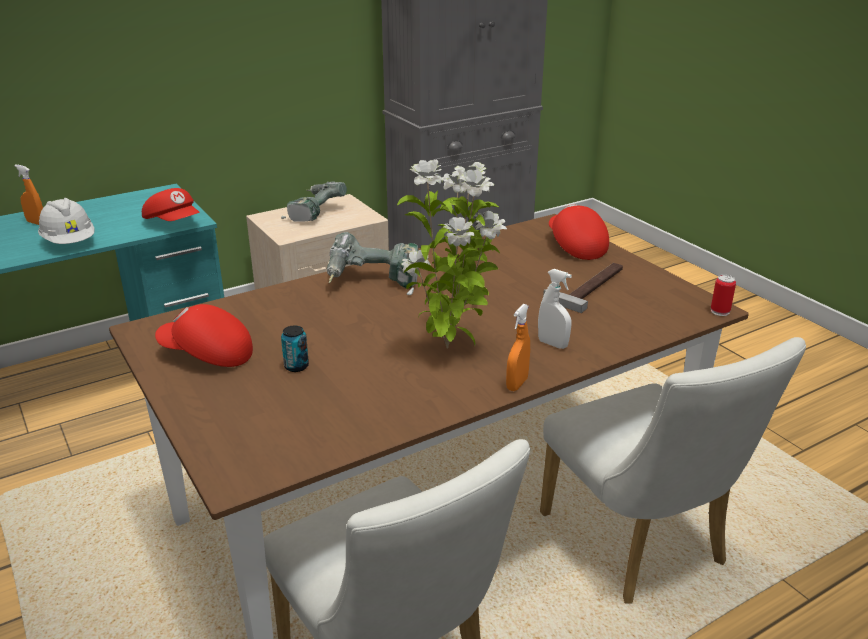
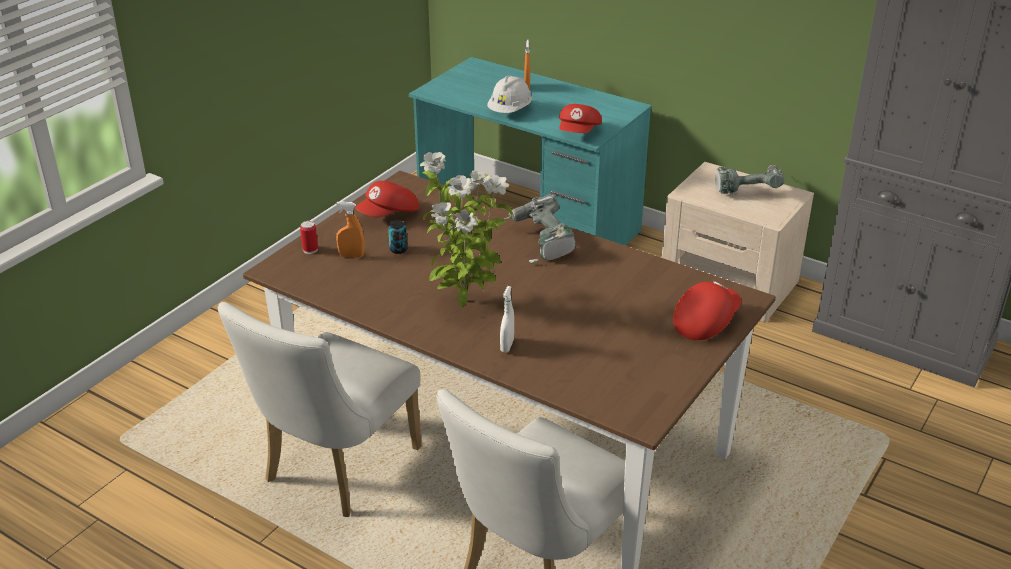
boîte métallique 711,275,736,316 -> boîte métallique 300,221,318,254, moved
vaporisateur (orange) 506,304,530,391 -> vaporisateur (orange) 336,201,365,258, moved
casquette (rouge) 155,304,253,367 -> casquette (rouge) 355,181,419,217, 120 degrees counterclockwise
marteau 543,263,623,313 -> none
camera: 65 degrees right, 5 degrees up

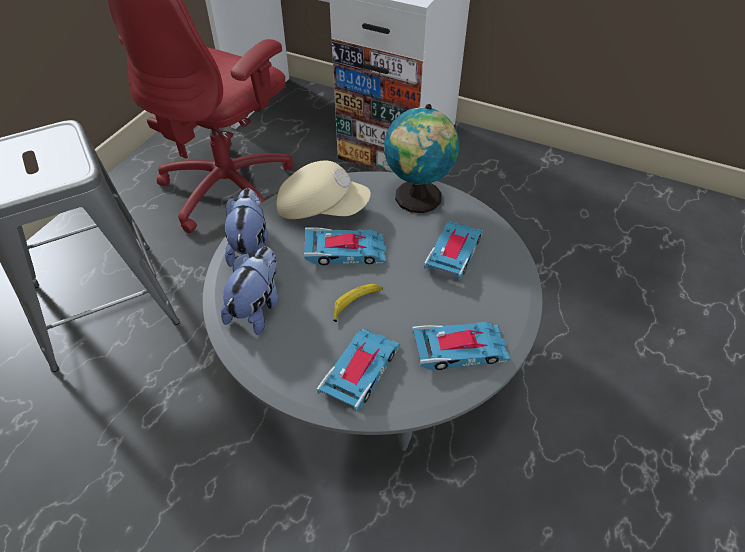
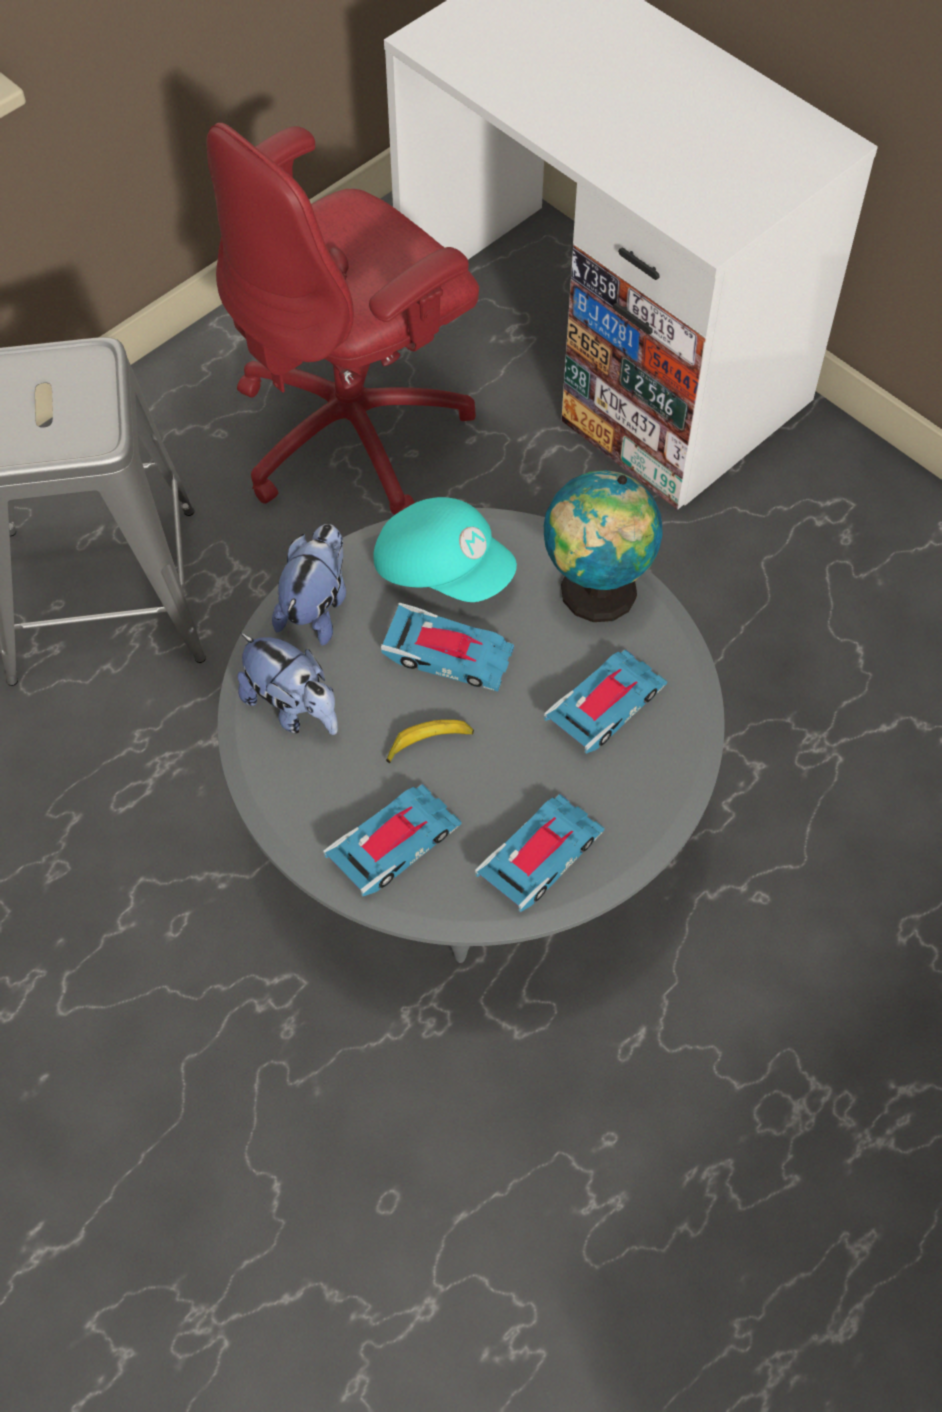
peluche 221,247,279,335 -> peluche 238,633,338,735, 90 degrees clockwise
casquette (beige) 277,161,371,219 -> casquette (turquoise) 374,497,517,602
petite voiture 412,322,510,370 -> petite voiture 475,794,605,912, 60 degrees counterclockwise
camera: 20 degrees right, 10 degrees up

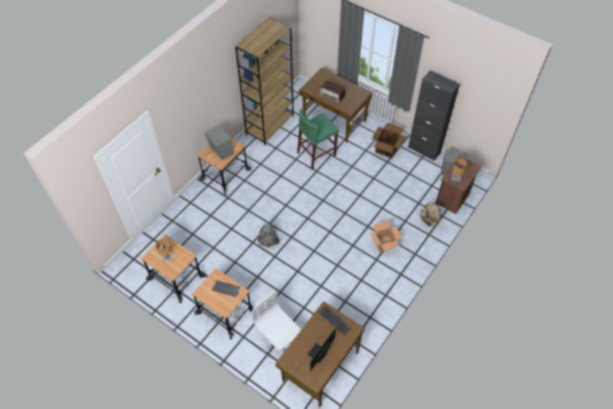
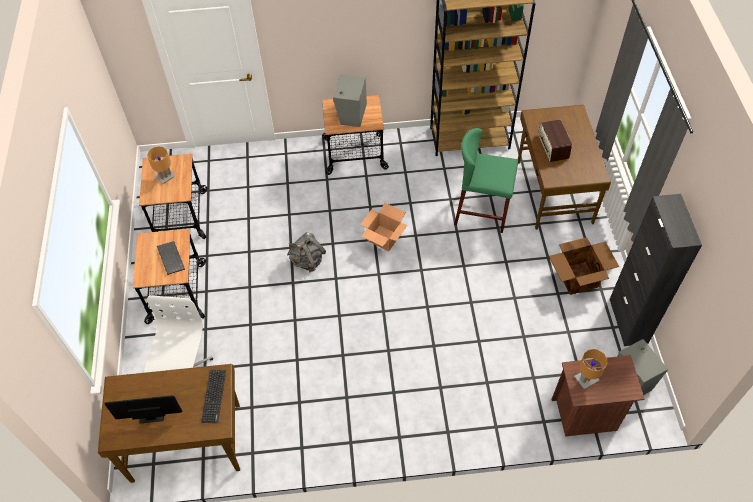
carton 370,221,402,252 -> carton 360,202,407,251, moved
sac à dos (beige) 420,202,441,226 -> none
camera: 50 degrees right, 0 degrees up

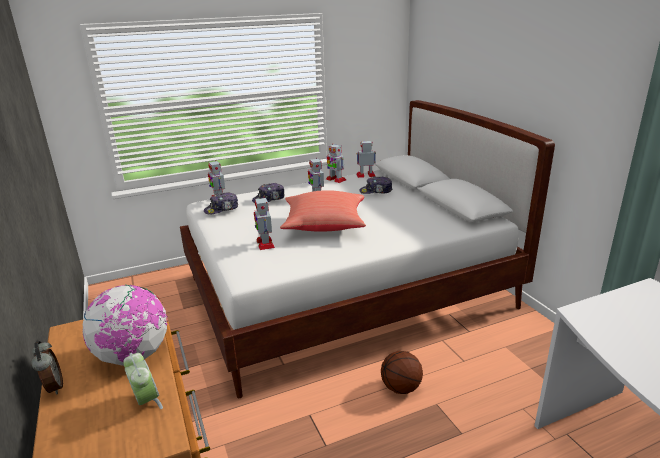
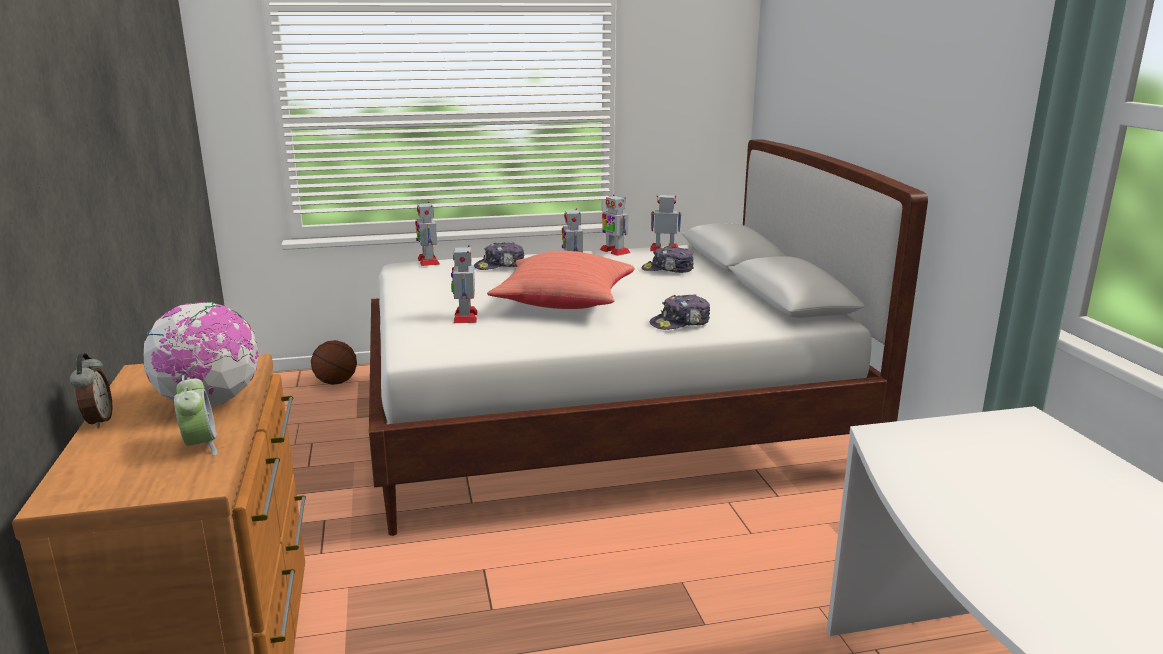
ballon de basket 381,351,423,394 -> ballon de basket 311,340,357,385, moved
casquette 204,192,238,215 -> casquette 650,295,710,330, moved
camera: 10 degrees right, 5 degrees down

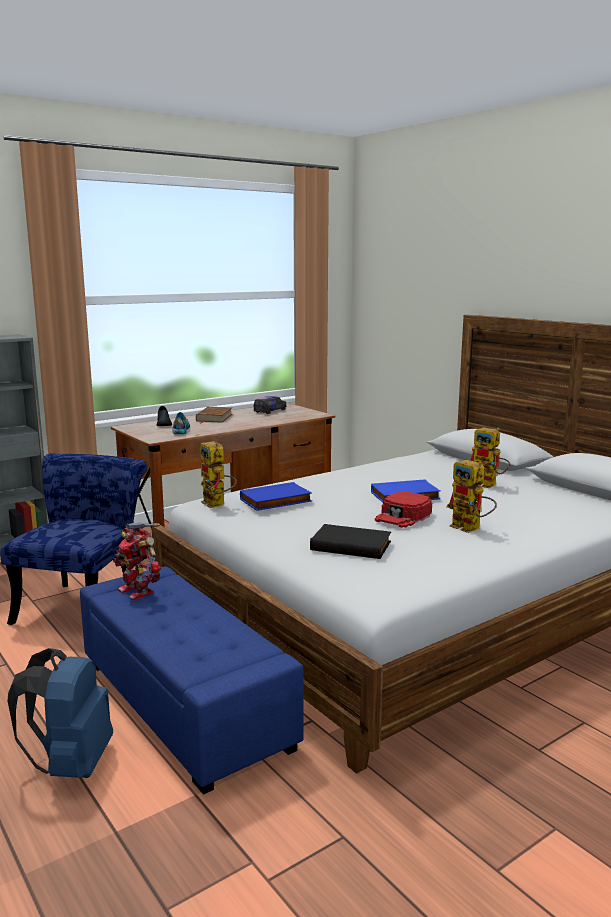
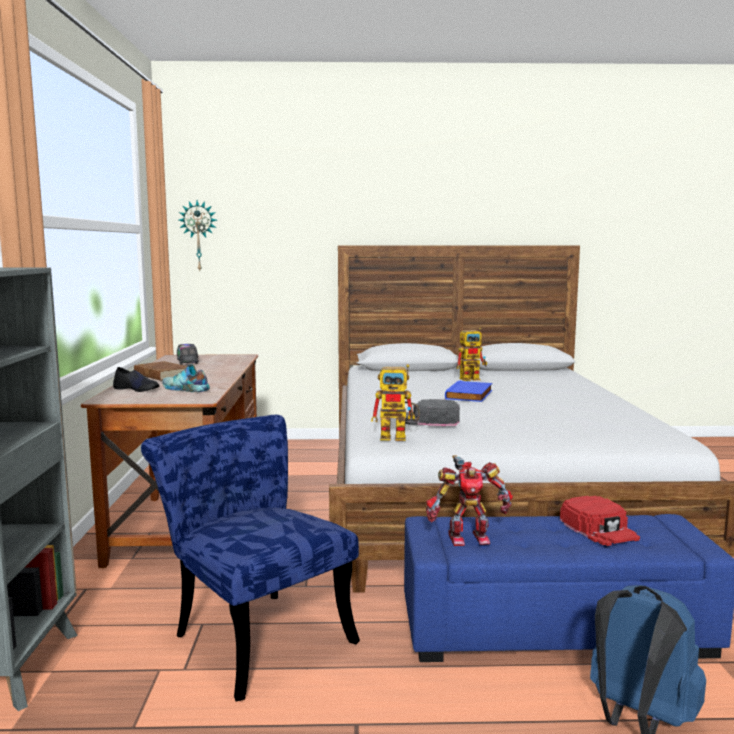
none -> horloge murale 179,200,217,271
livre (bleu) 240,482,312,511 -> casquette (noir) 405,399,460,426
casquette (rouge) 375,491,432,528 -> casquette (rouge) 560,496,640,546, moved
livre (noir) 310,524,391,559 -> none
robot jouet 447,459,497,533 -> none
camera: 55 degrees left, 5 degrees down

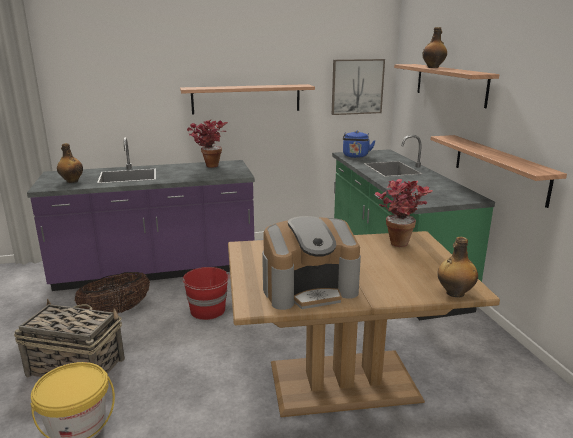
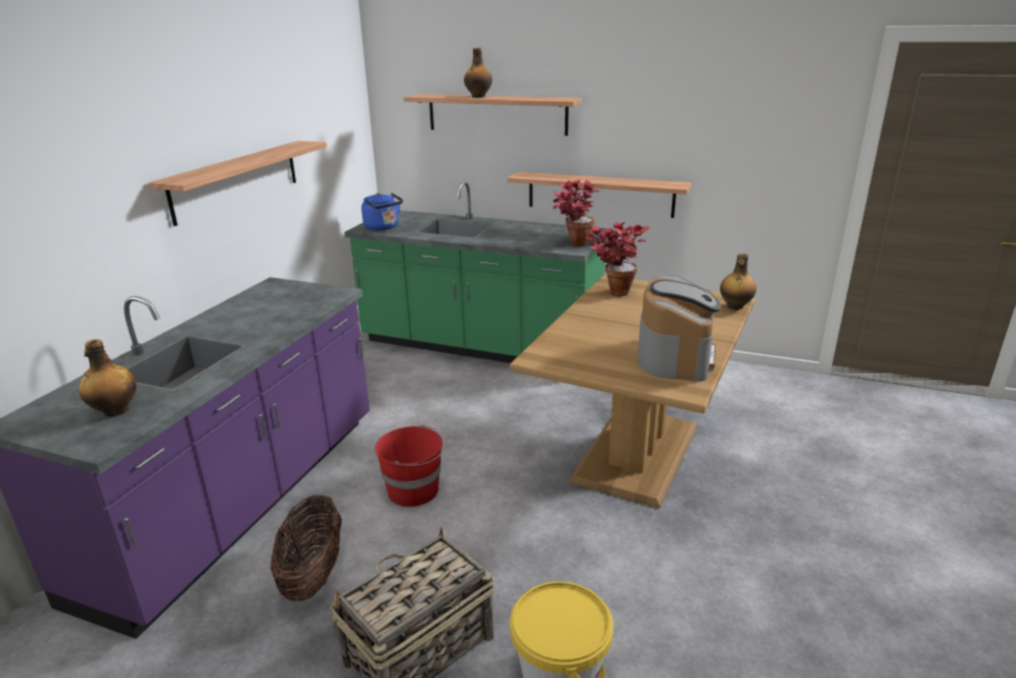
plante en pot 187,120,228,168 -> plante en pot 553,179,600,246, moved
tableau 332,59,385,115 -> none
camera: 55 degrees left, 5 degrees up

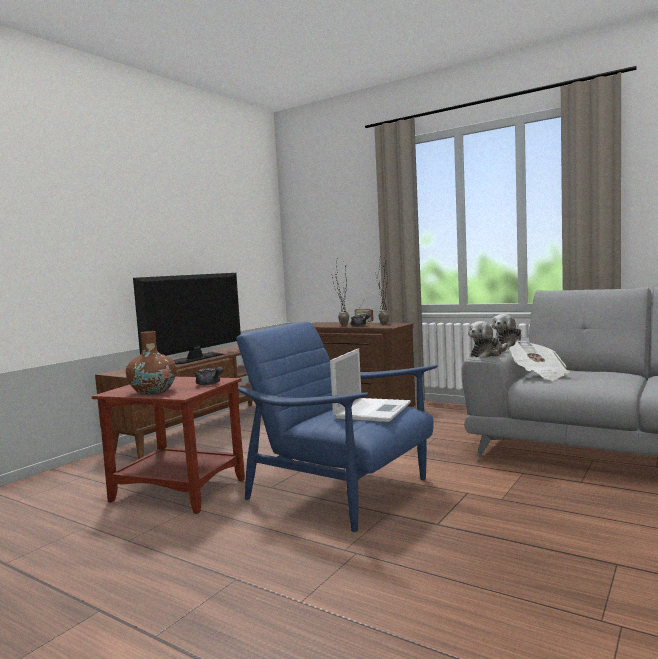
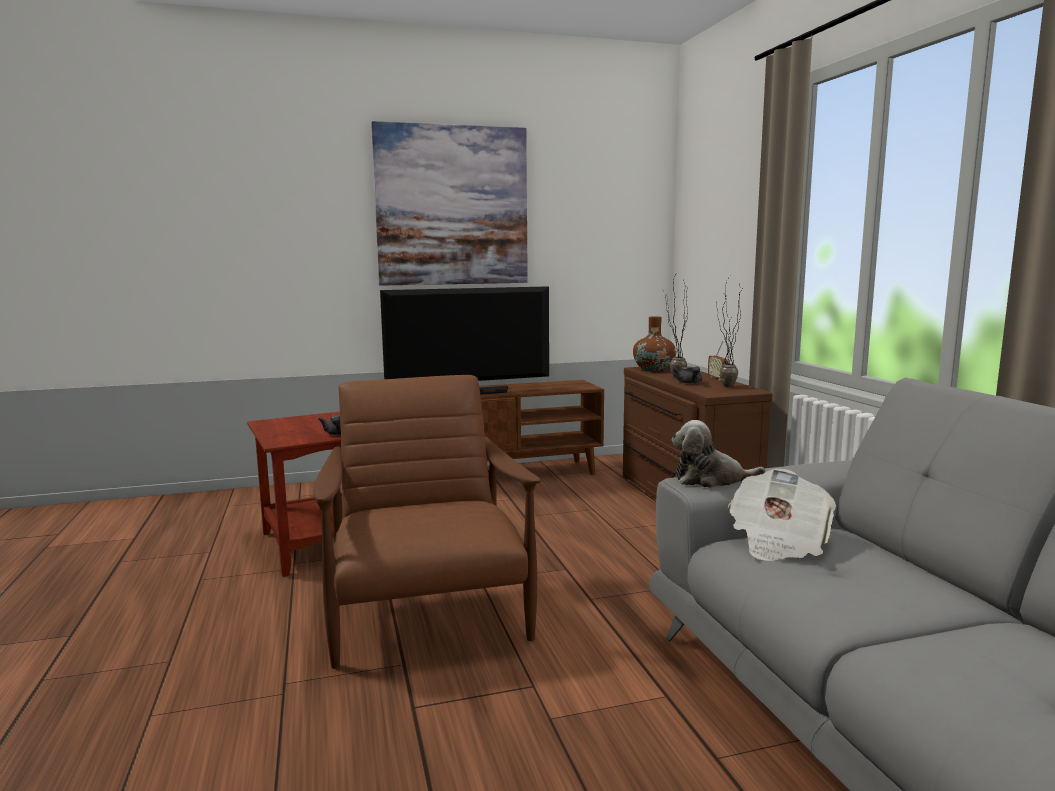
fauteuil (bleu) 236,322,438,532 -> fauteuil (marron) 314,375,541,669
none -> tableau 371,121,528,286
vase (marron) 126,331,177,395 -> vase (marron) 633,316,676,372, moved
ordinateur portable 330,348,411,422 -> none
peluche 492,314,521,347 -> none
camera: 40 degrees right, 5 degrees up

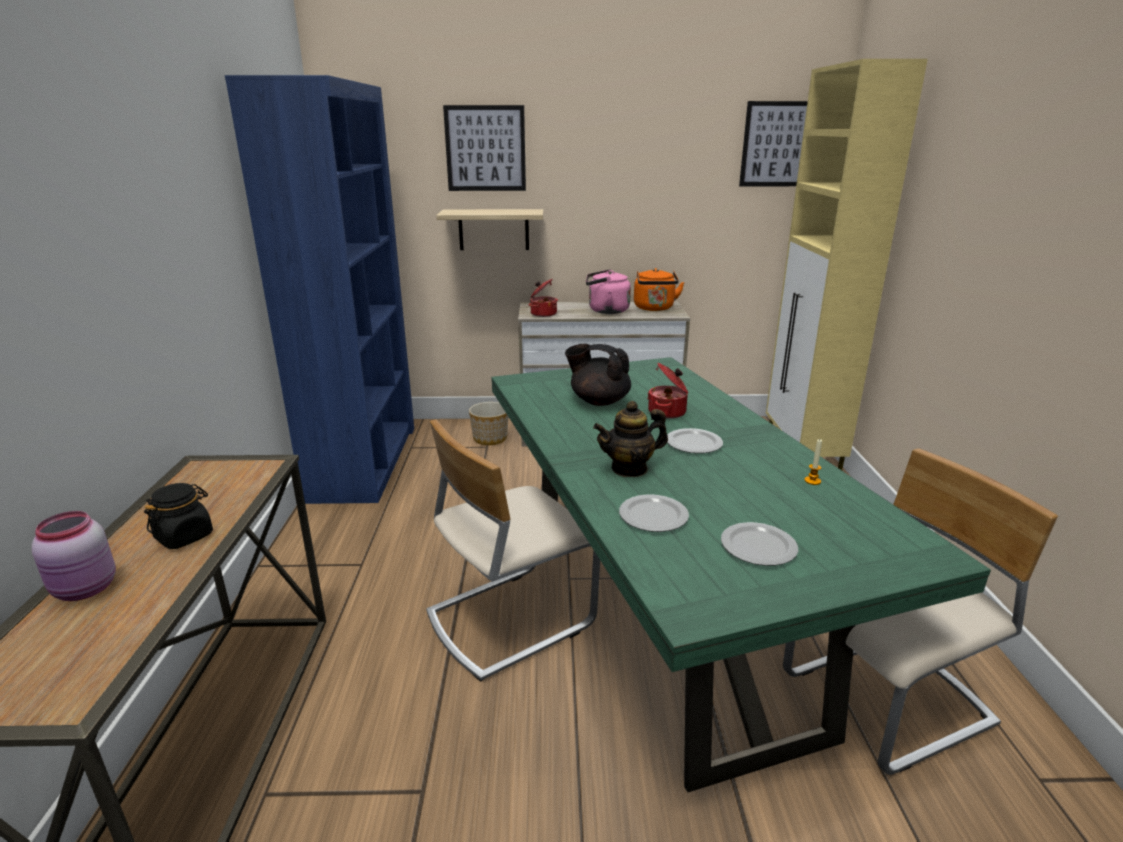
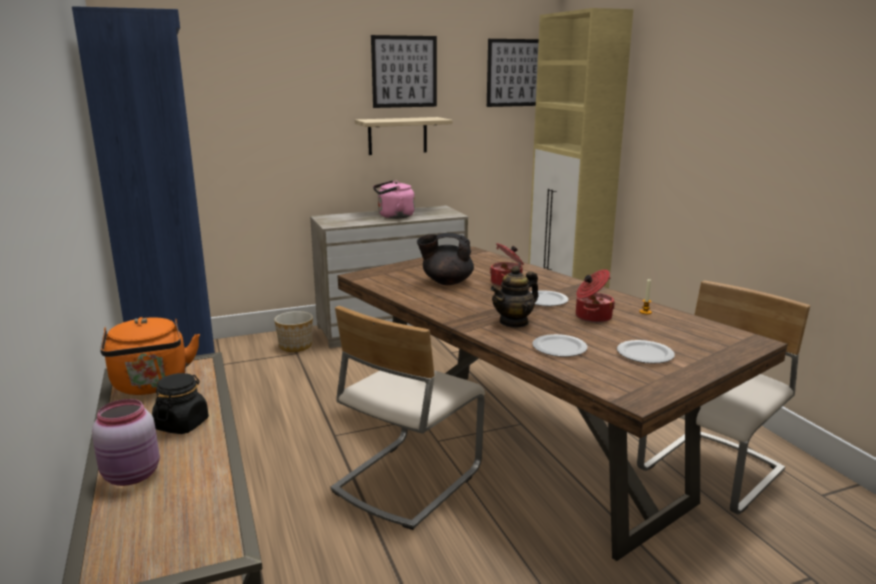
bouilloire (orange) 634,268,685,311 -> bouilloire (orange) 100,317,200,395, moved
table à manger (vert) 491,357,991,792 -> table à manger (marron) 337,247,788,561
étagère 436,209,543,250 -> étagère 355,117,453,155, moved
tableau 443,105,526,191 -> tableau 371,35,437,108, moved
marmite 529,279,558,317 -> marmite 576,269,615,323, moved
camera: 20 degrees left, 5 degrees down

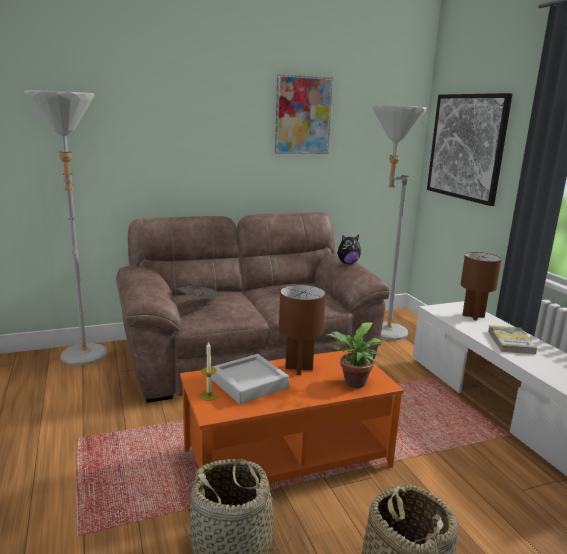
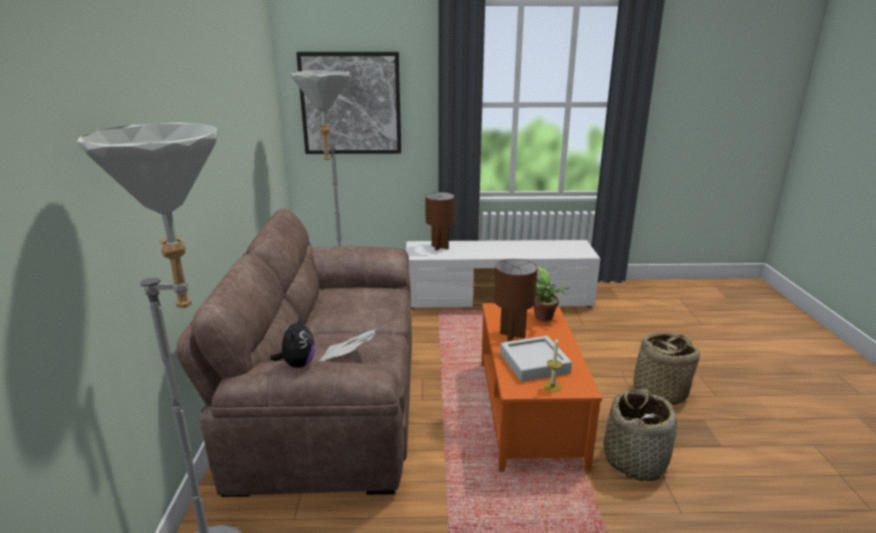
peluche 337,235,361,264 -> peluche 270,315,315,368, moved
tableau 275,74,333,154 -> none
livre 488,325,537,354 -> none
camera: 70 degrees left, 5 degrees up

